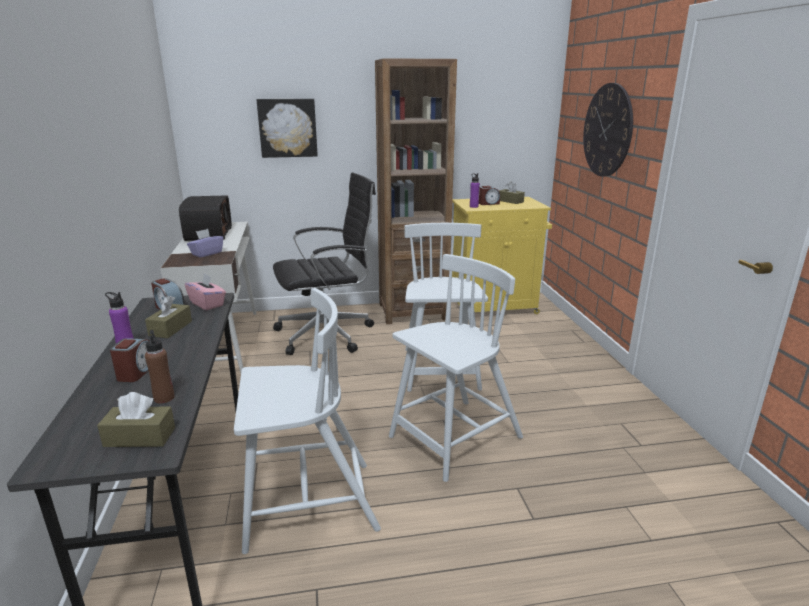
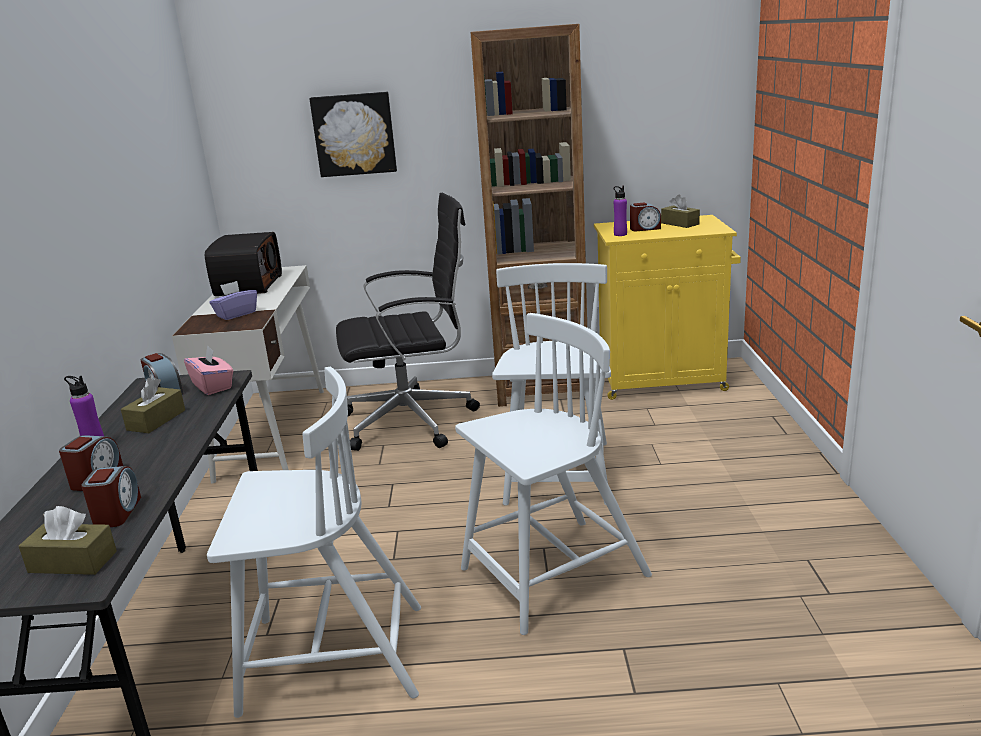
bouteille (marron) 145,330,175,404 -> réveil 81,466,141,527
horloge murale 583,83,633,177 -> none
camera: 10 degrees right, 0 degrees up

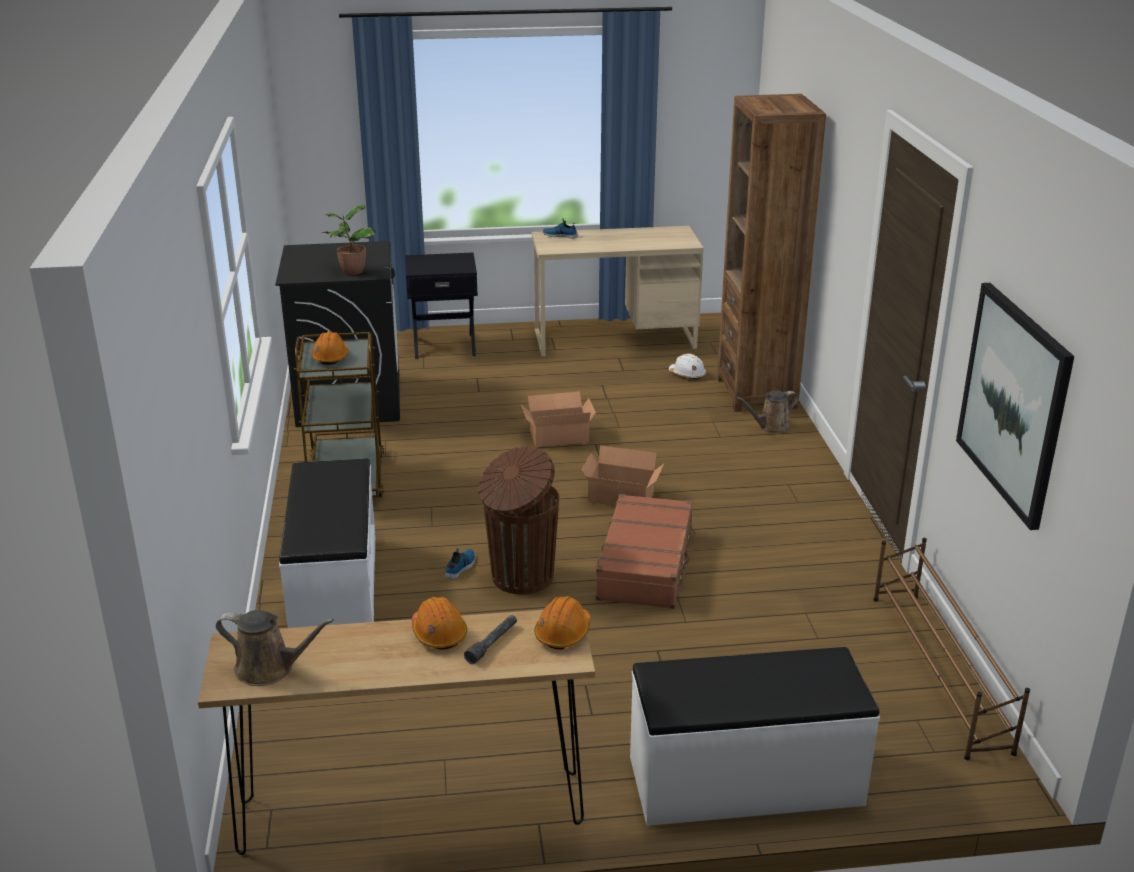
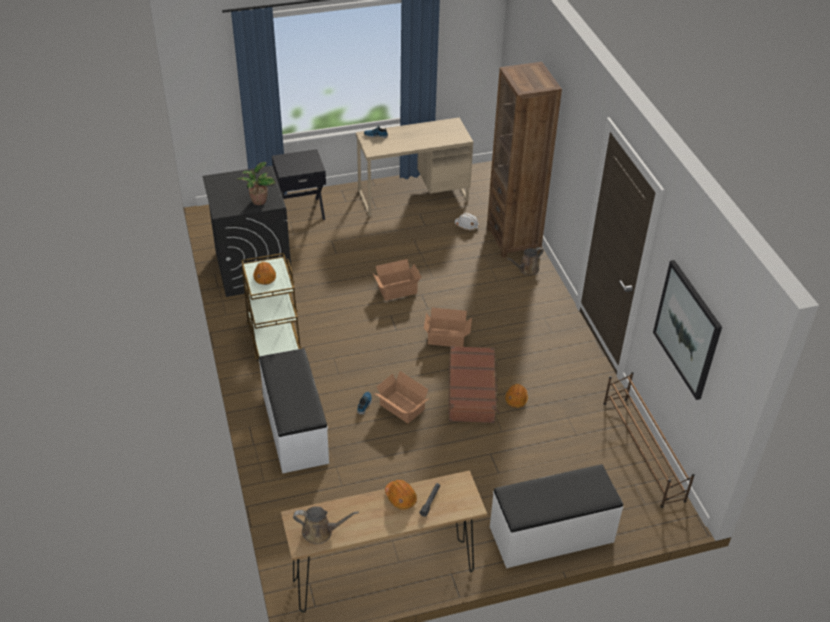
poubelle (marron) 479,446,559,595 -> carton 374,371,430,424
casque de chantier (orange) 534,596,591,650 -> casque de chantier (orange) 505,384,528,408, moved
camera: 10 degrees left, 15 degrees up

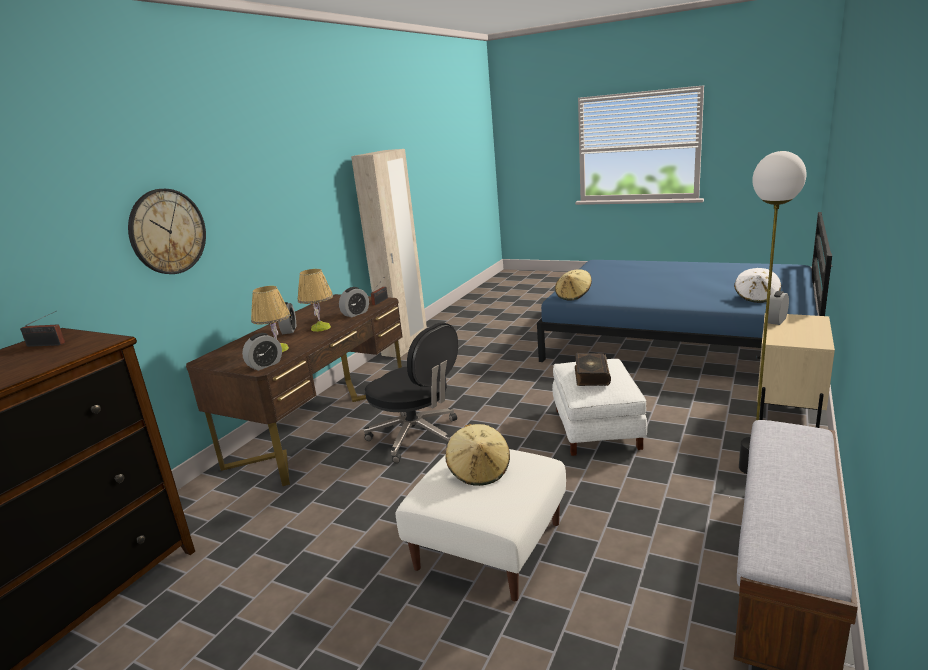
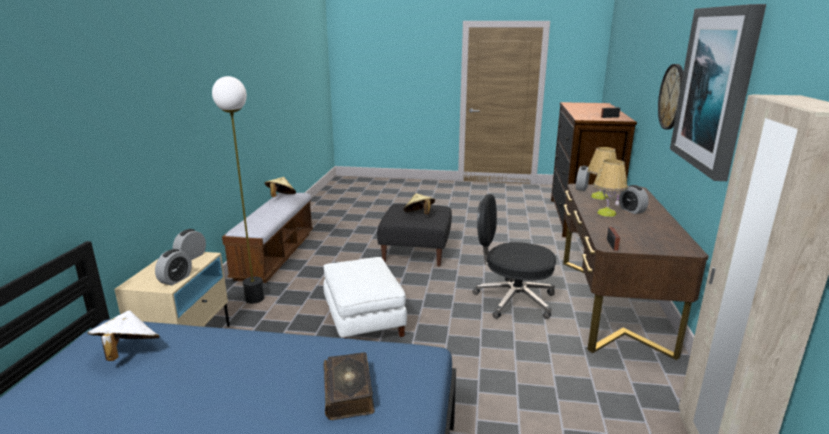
réveil 339,287,369,318 -> réveil 173,229,206,260, moved
chapeau (beige) 555,269,592,301 -> chapeau (beige) 265,177,296,197, moved
livre 575,353,611,386 -> livre 323,352,375,420, moved
pouf (blanc) 396,449,566,601 -> pouf (noir) 377,204,452,266
none -> tableau 670,4,766,181
camera: 160 degrees right, 0 degrees up

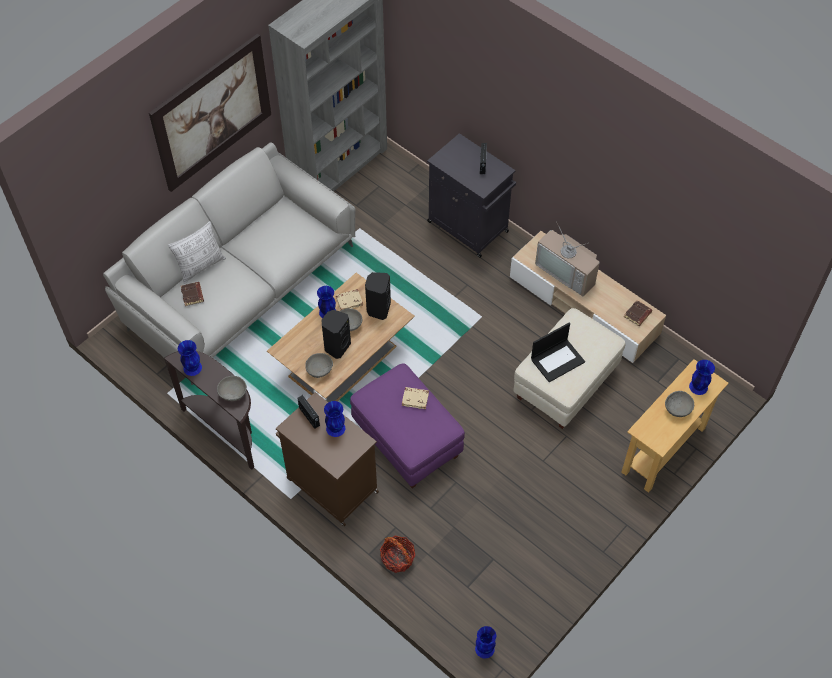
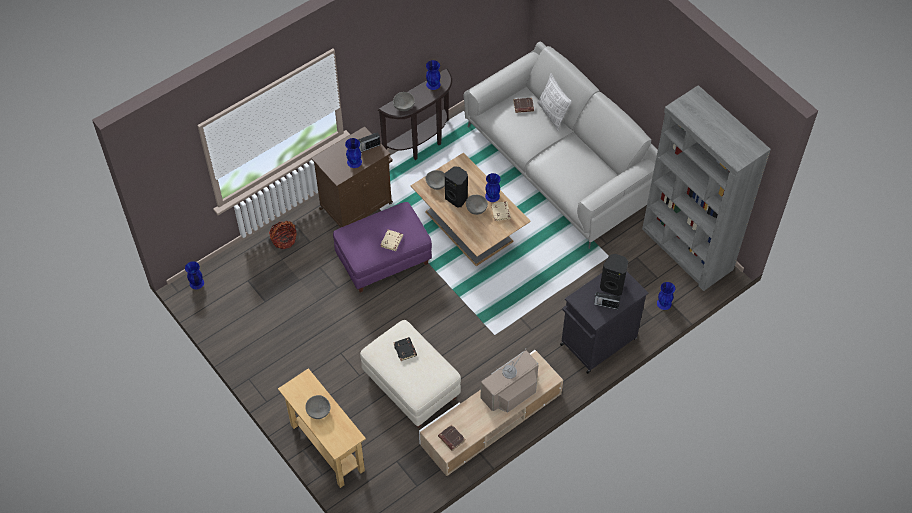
ordinateur portable 531,323,585,382 -> livre (noir) 393,337,417,361
enceinte (noir) 365,272,391,320 -> enceinte (noir) 600,254,628,296, moved
vase (bleu) 689,360,715,395 -> vase (bleu) 657,282,675,310, moved
tableau 149,34,271,192 -> none
camera: 100 degrees right, 0 degrees up

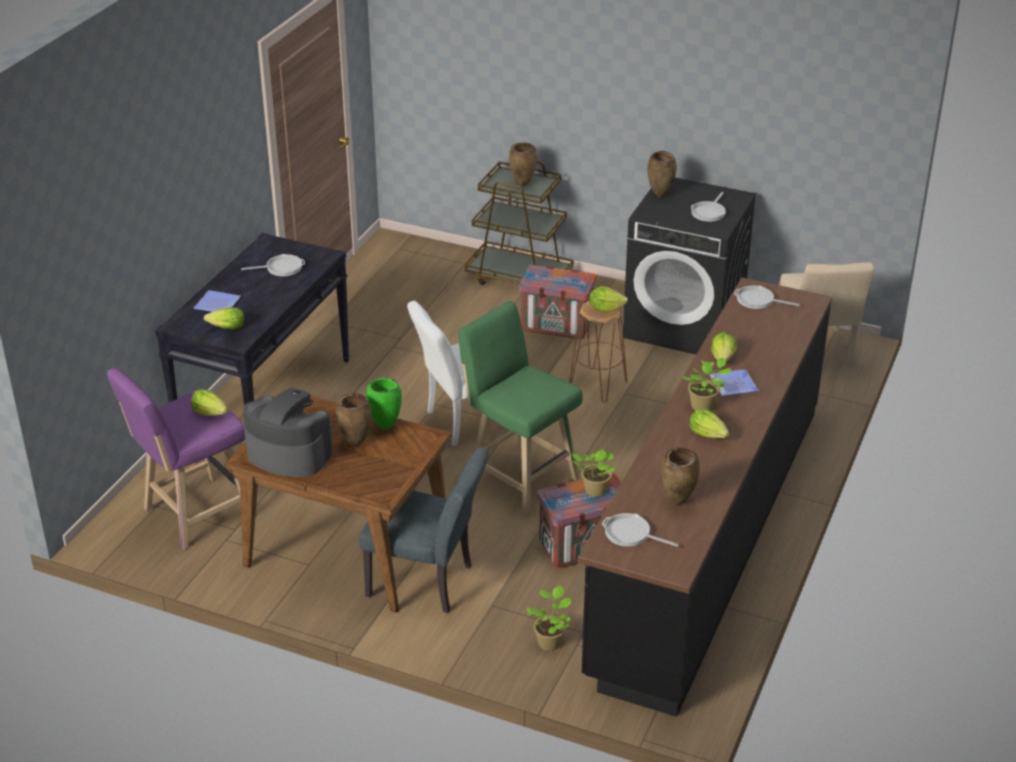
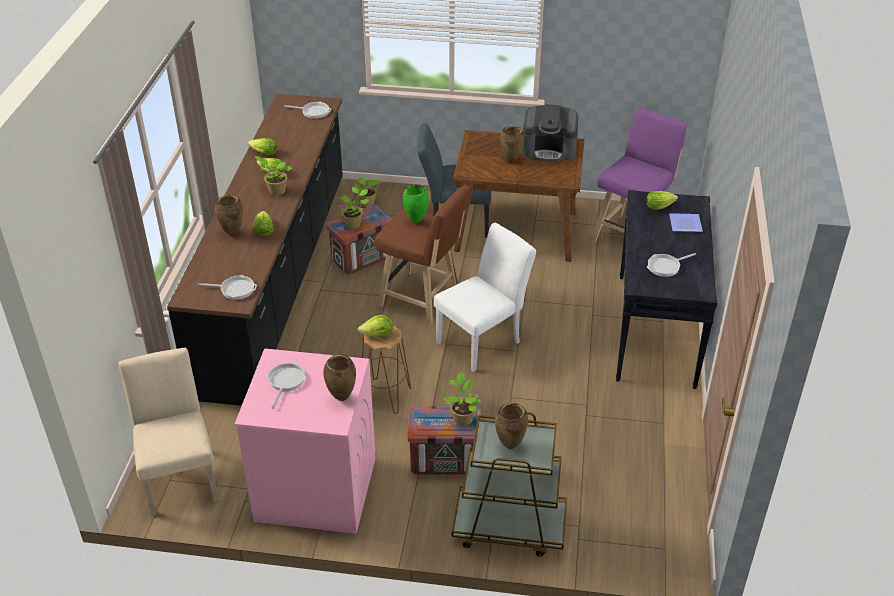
vase (marron) 661,448,700,505 -> vase (marron) 215,195,243,236, moved
lave-linge (noir) 623,178,756,355 -> lave-linge (rose) 235,348,376,534
laitue 191,389,228,416 -> laitue 248,138,277,155, moved
tabouret (vert) 458,301,583,515 -> tabouret (marron) 374,185,470,325
vase (vert) 366,377,402,430 -> vase (vert) 403,184,429,224, moved
none -> plante en pot 443,372,481,426
assiette 709,369,759,396 -> none
camera: 165 degrees right, 5 degrees up

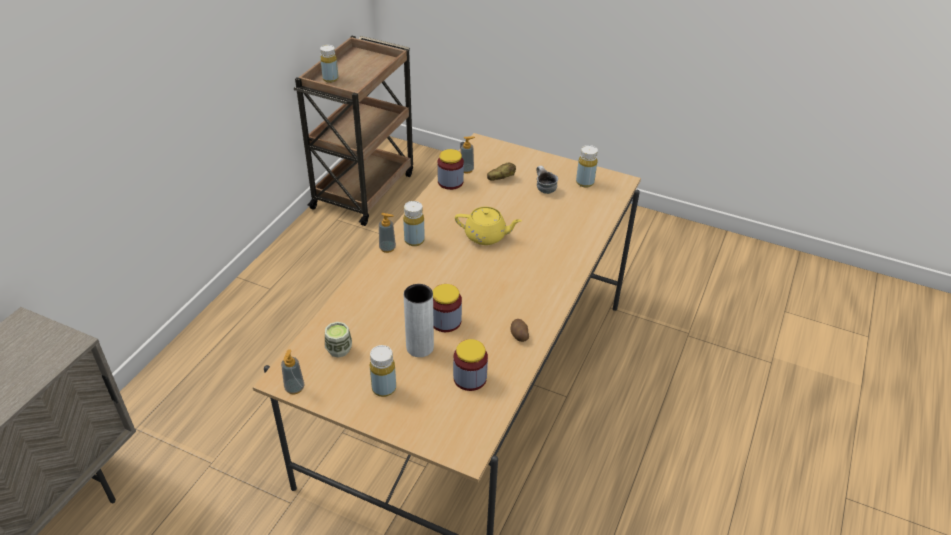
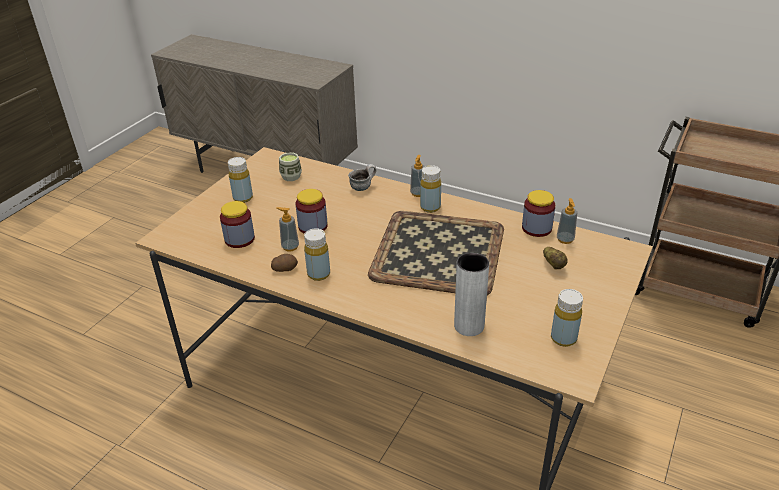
distributeur de savon 281,349,305,394 -> distributeur de savon 276,207,299,252, moved
bouteille (jaune) 320,45,339,83 -> bouteille (jaune) 304,228,330,281, moved
mug 536,166,558,194 -> mug 348,164,377,191, moved
théière (jaune) 455,207,522,245 -> plateau 368,211,504,295
vase (gris) 404,284,434,357 -> vase (gris) 454,253,489,336, moved
camera: 95 degrees right, 5 degrees down

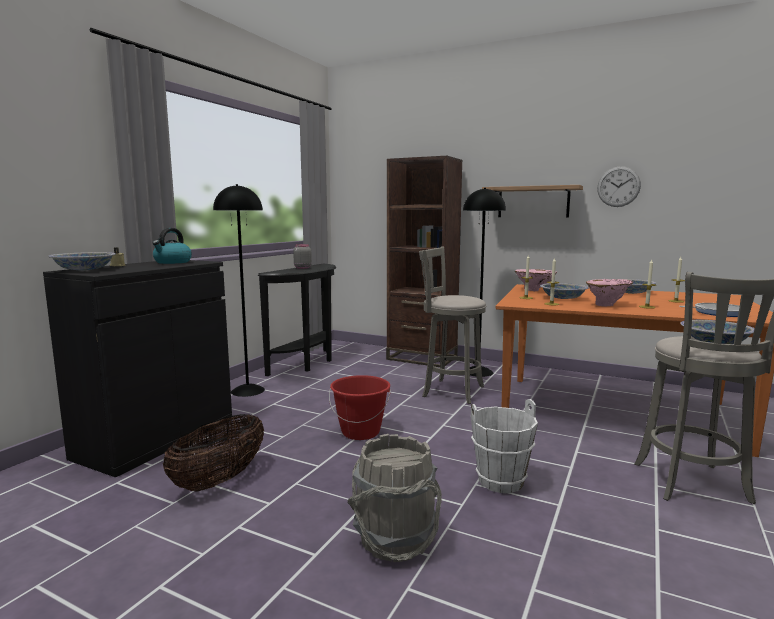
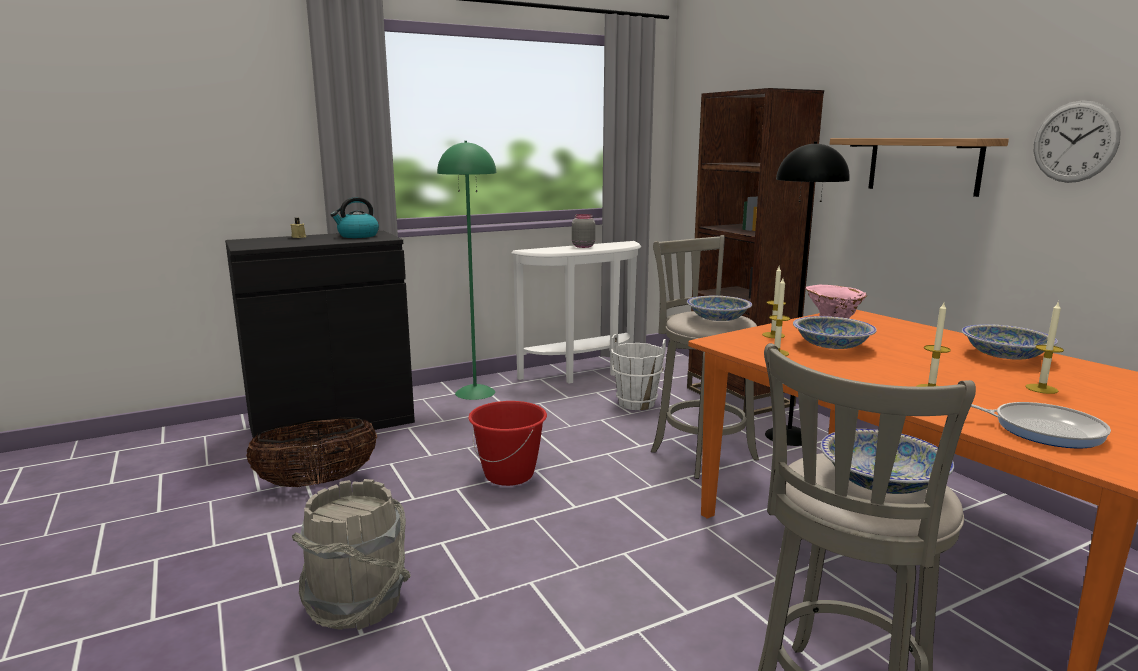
lampadaire (noir) 213,184,265,397 -> lampadaire (vert) 437,141,496,400
table console (noir) 258,264,336,376 -> table console (blanc) 511,241,641,383
seau (blanc) 471,399,538,493 -> seau (blanc) 611,334,666,410, moved
bol 48,252,116,271 -> bol 687,296,752,321, moved
vase (rose) 586,279,633,307 -> none
camera: 35 degrees right, 5 degrees up

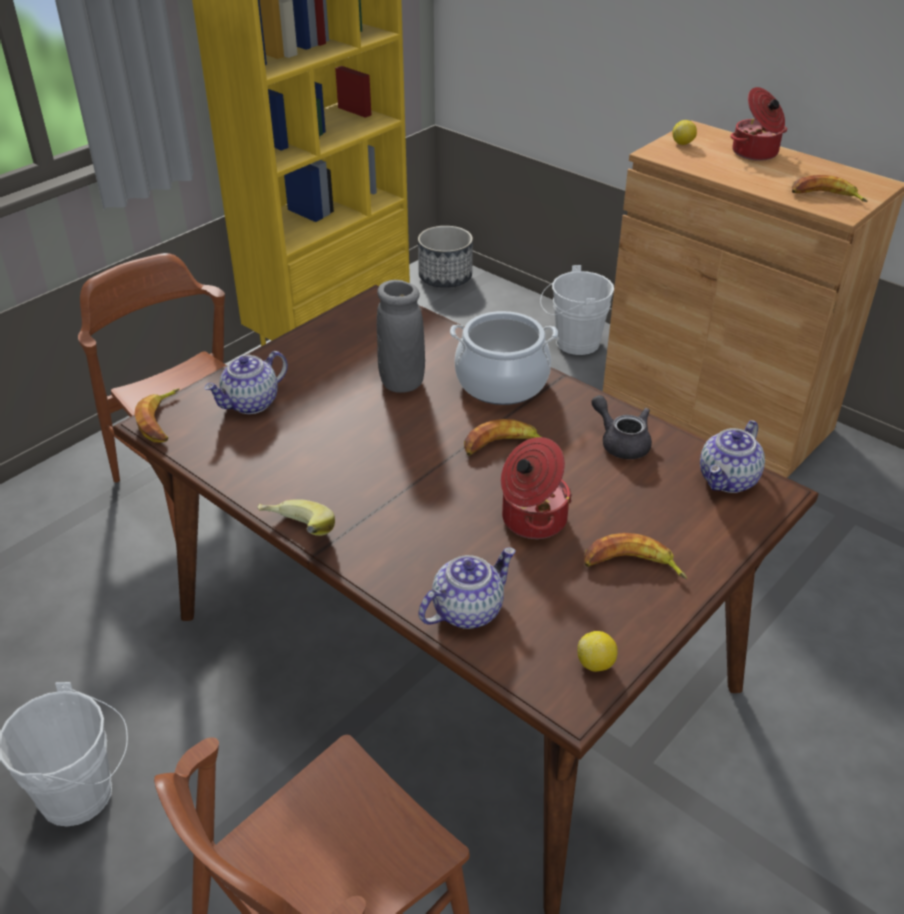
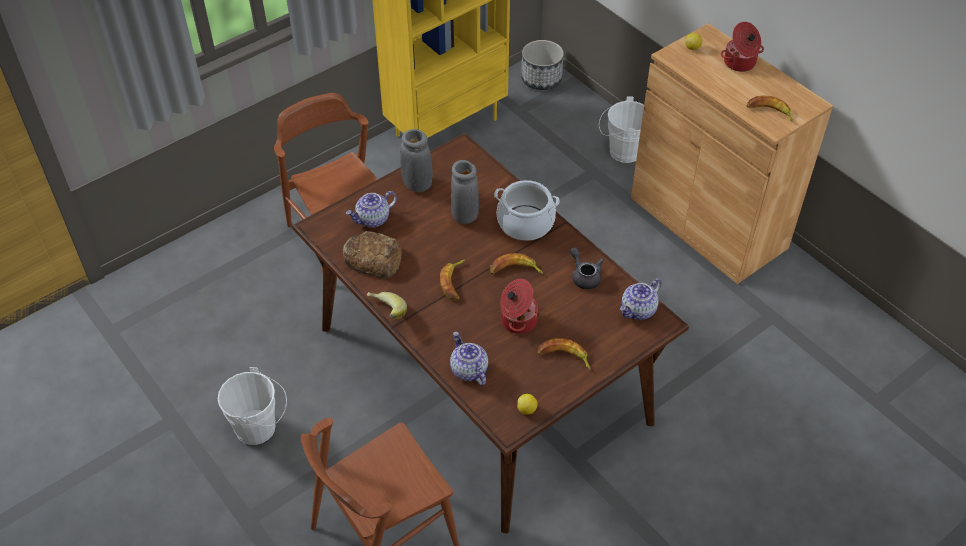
none -> pain 343,231,402,279
none -> vase (gris) 400,129,432,192
banane 135,388,179,443 -> banane 440,260,465,300, moved
théière 418,547,516,629 -> théière 450,332,488,386, 90 degrees counterclockwise
camera: 10 degrees right, 10 degrees up

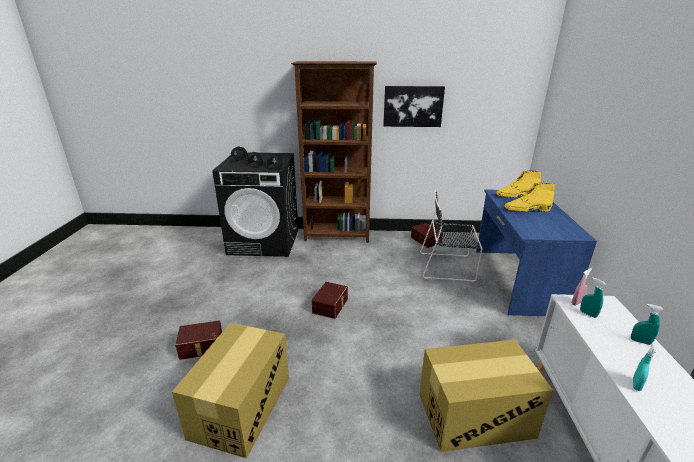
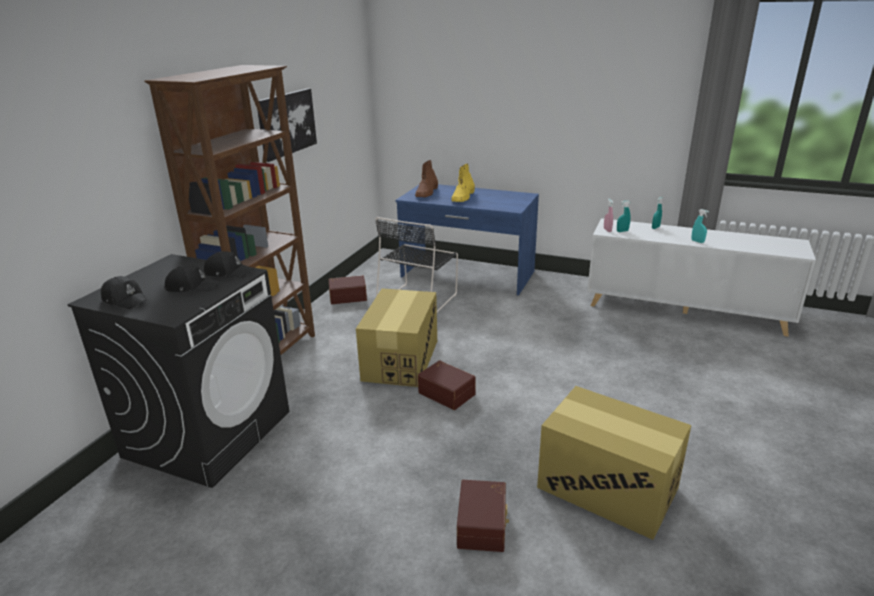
carton 419,340,554,452 -> carton 356,289,437,387, moved
botte (jaune) 496,170,541,198 -> botte (marron) 415,160,438,197
camera: 70 degrees left, 0 degrees up

